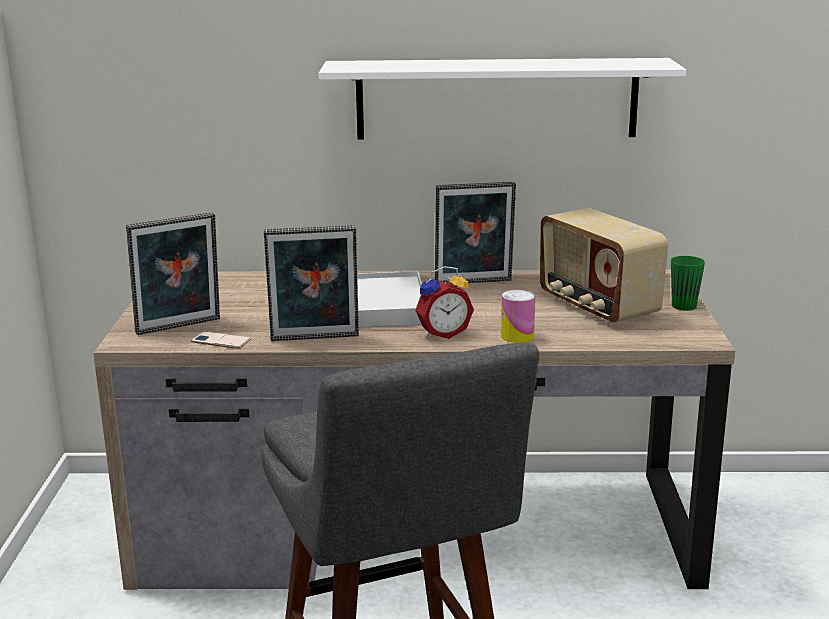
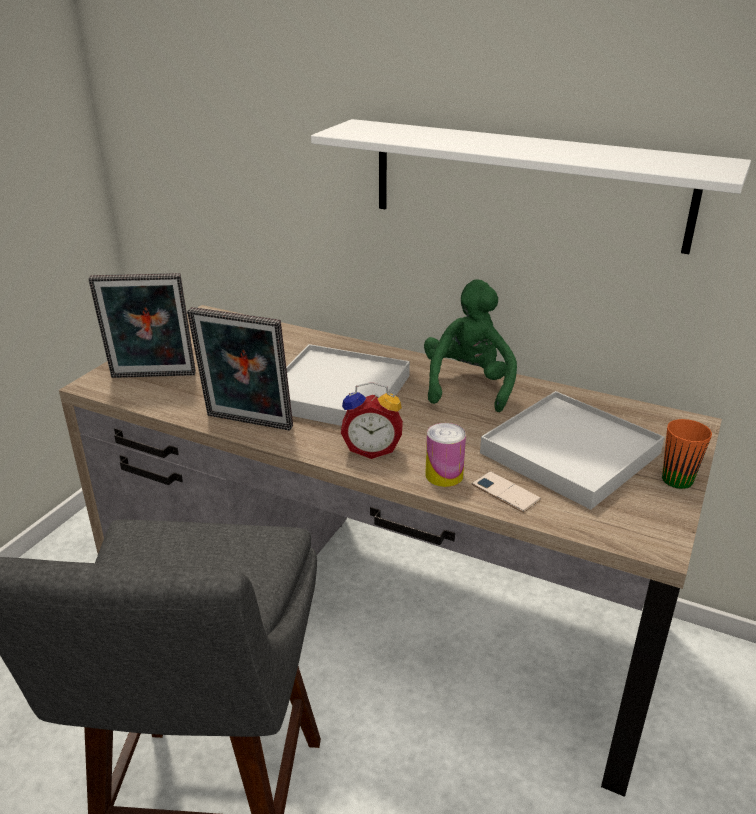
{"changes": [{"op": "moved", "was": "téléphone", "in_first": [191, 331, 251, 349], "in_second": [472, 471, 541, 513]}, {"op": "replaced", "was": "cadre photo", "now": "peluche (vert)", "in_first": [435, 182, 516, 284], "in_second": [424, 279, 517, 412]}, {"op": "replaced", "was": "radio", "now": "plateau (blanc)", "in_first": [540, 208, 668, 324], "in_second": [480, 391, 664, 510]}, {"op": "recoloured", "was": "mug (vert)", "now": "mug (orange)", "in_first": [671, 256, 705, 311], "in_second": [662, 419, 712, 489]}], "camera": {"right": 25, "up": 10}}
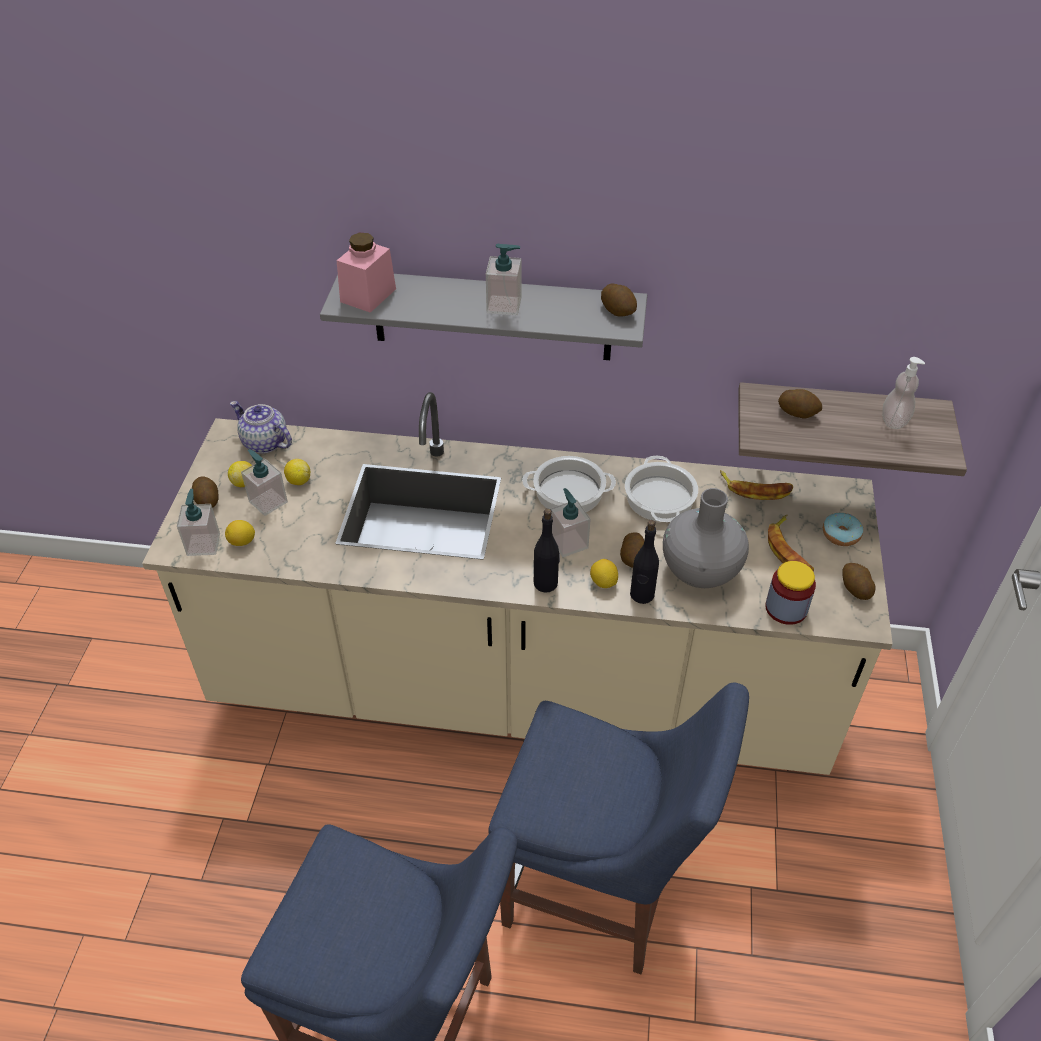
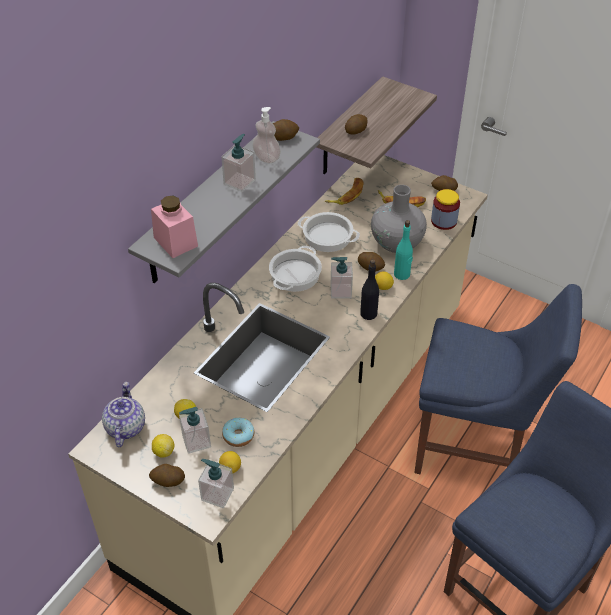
{"changes": [{"op": "turned", "was": "théière", "in_first": [230, 401, 292, 453], "in_second": [102, 382, 145, 447], "clockwise": 120}, {"op": "turned", "was": "chaise (bleu)", "in_first": [488, 683, 749, 974], "in_second": [414, 284, 582, 474], "clockwise": 60}, {"op": "recoloured", "was": "bouteille (noir)", "now": "bouteille (turquoise)", "in_first": [630, 520, 659, 604], "in_second": [394, 220, 413, 280]}, {"op": "moved", "was": "beignet", "in_first": [823, 513, 863, 546], "in_second": [222, 418, 254, 447]}, {"op": "moved", "was": "distributeur de savon", "in_first": [882, 357, 925, 429], "in_second": [252, 107, 281, 163]}], "camera": {"right": -65, "up": 0}}
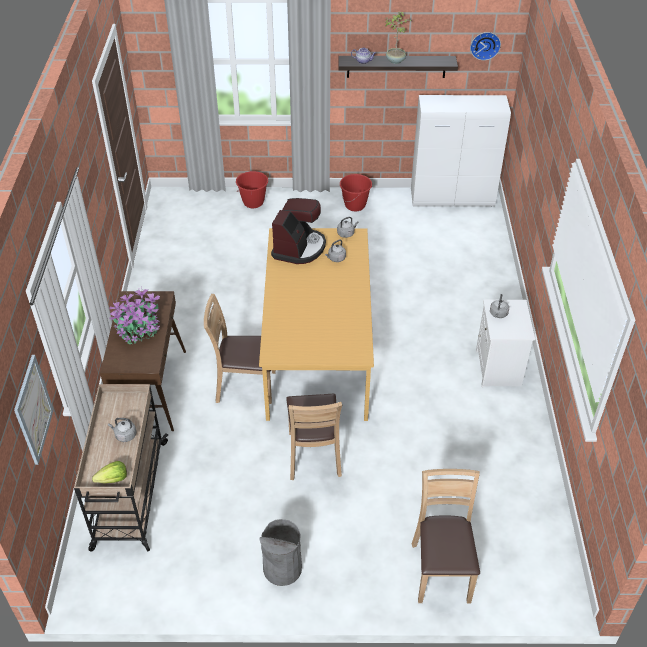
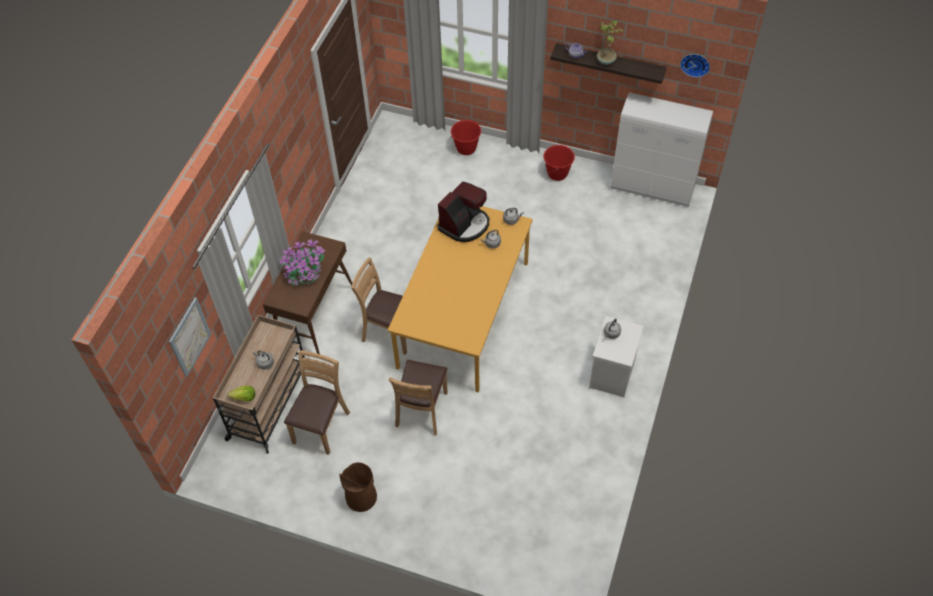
{"changes": [{"op": "recoloured", "was": "poubelle (gris)", "now": "poubelle (marron)", "in_first": [259, 519, 302, 586], "in_second": [339, 462, 377, 512]}, {"op": "moved", "was": "chaise (marron)", "in_first": [412, 469, 480, 603], "in_second": [284, 350, 350, 455]}], "camera": {"right": 20, "up": 10}}
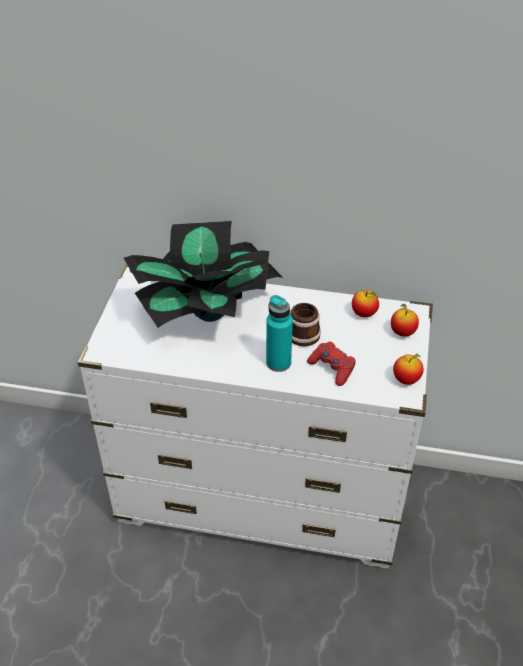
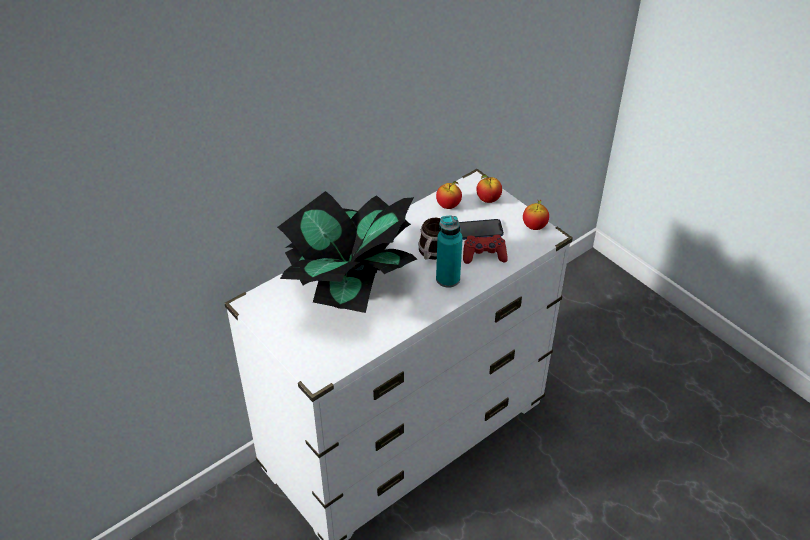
{"changes": [{"op": "added", "now": "téléphone", "in_second": [459, 219, 504, 240]}], "camera": {"right": -50, "up": 0}}
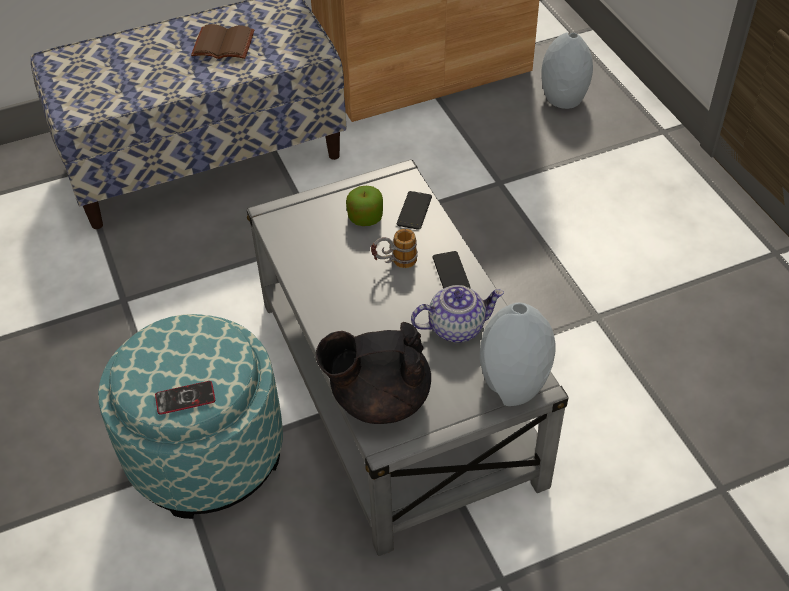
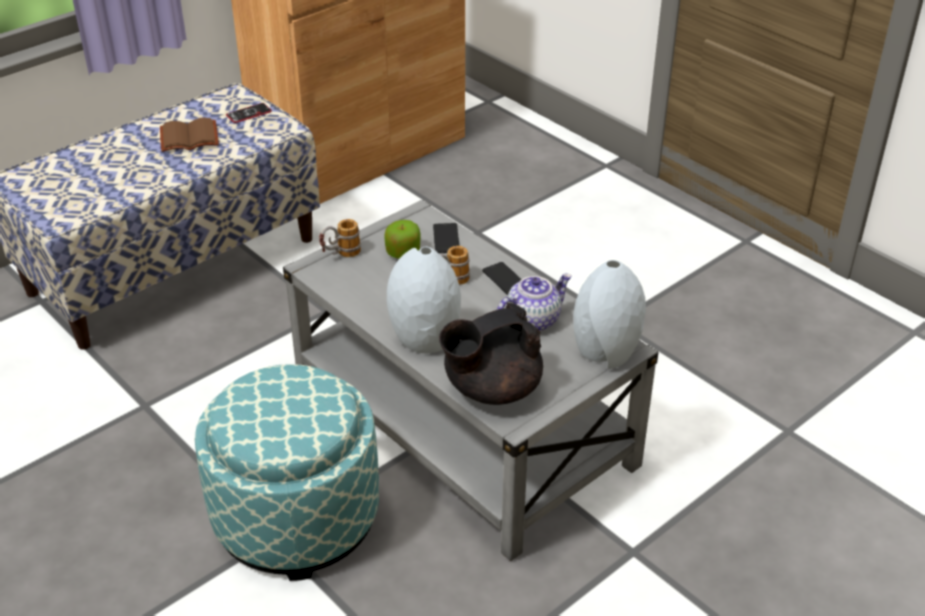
{"changes": [{"op": "moved", "was": "téléphone", "in_first": [155, 381, 215, 415], "in_second": [226, 103, 272, 123]}, {"op": "moved", "was": "vase (gris)", "in_first": [541, 32, 593, 109], "in_second": [387, 246, 461, 353]}, {"op": "added", "now": "mug", "in_second": [319, 219, 361, 257]}], "camera": {"right": -20, "up": -10}}
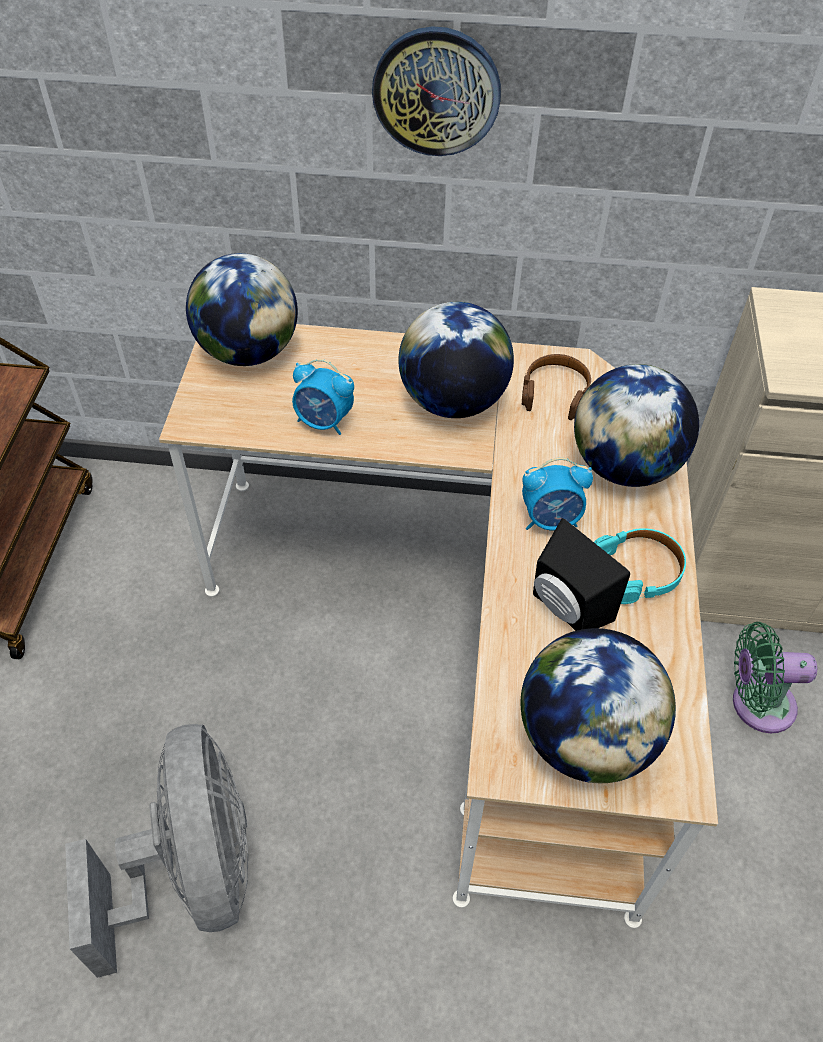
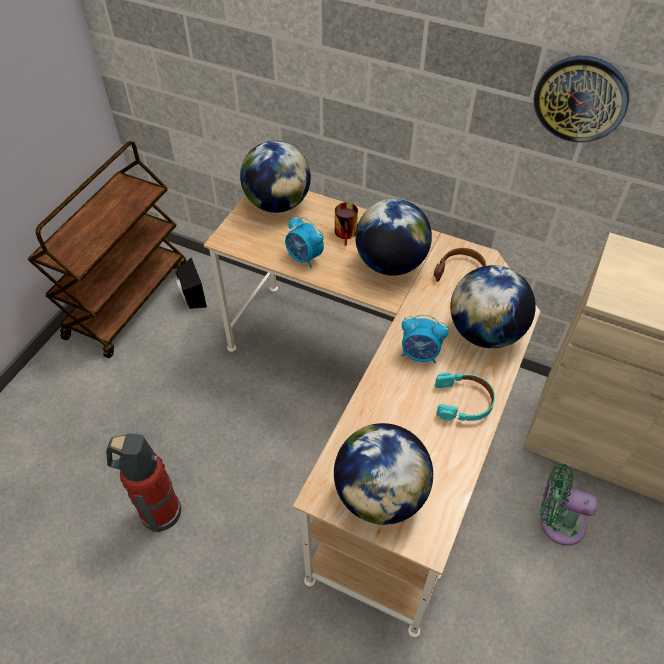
{"changes": [{"op": "replaced", "was": "ventilateur (gris)", "now": "extincteur", "in_first": [65, 724, 248, 978], "in_second": [106, 432, 181, 532]}, {"op": "moved", "was": "horloge murale", "in_first": [372, 26, 501, 156], "in_second": [534, 56, 629, 142]}, {"op": "moved", "was": "enceinte (noir)", "in_first": [533, 518, 630, 631], "in_second": [175, 258, 207, 309]}, {"op": "added", "now": "mug", "in_second": [335, 202, 358, 246]}], "camera": {"right": 20, "up": 0}}
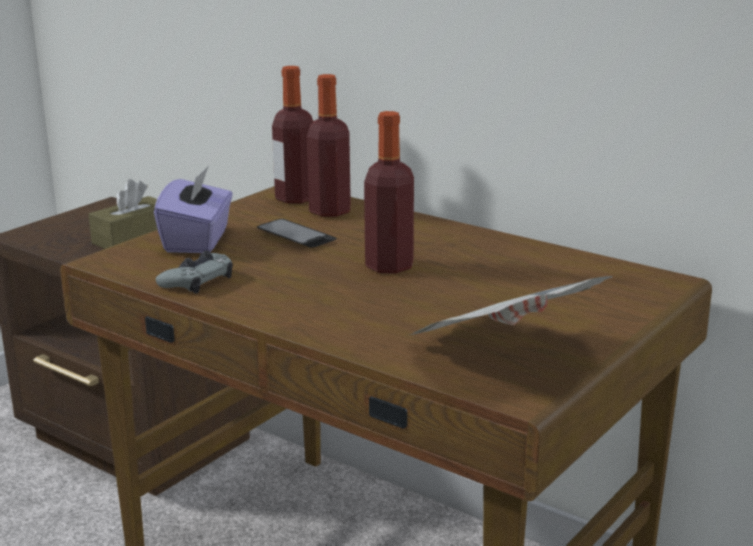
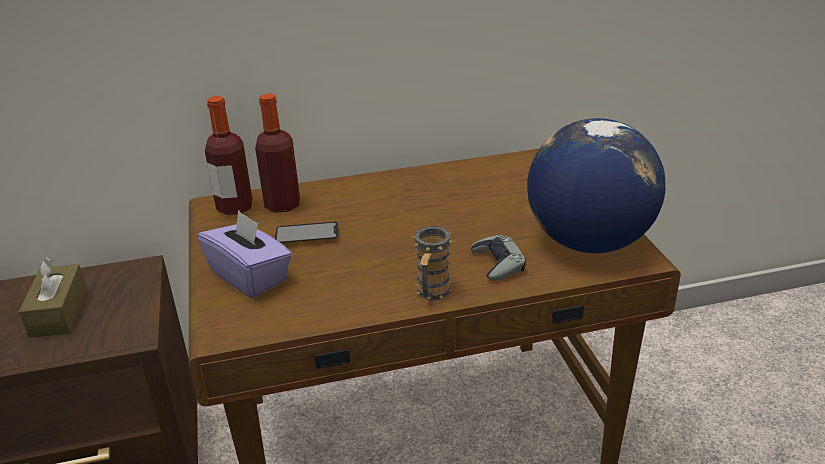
{"changes": [{"op": "moved", "was": "manette (gris)", "in_first": [156, 250, 233, 293], "in_second": [471, 235, 526, 281]}, {"op": "removed", "was": "bouteille", "in_first": [364, 111, 414, 274]}, {"op": "replaced", "was": "journal", "now": "globe", "in_first": [406, 276, 612, 336], "in_second": [527, 118, 665, 253]}, {"op": "added", "now": "mug", "in_second": [412, 226, 454, 300]}], "camera": {"right": -50, "up": 10}}
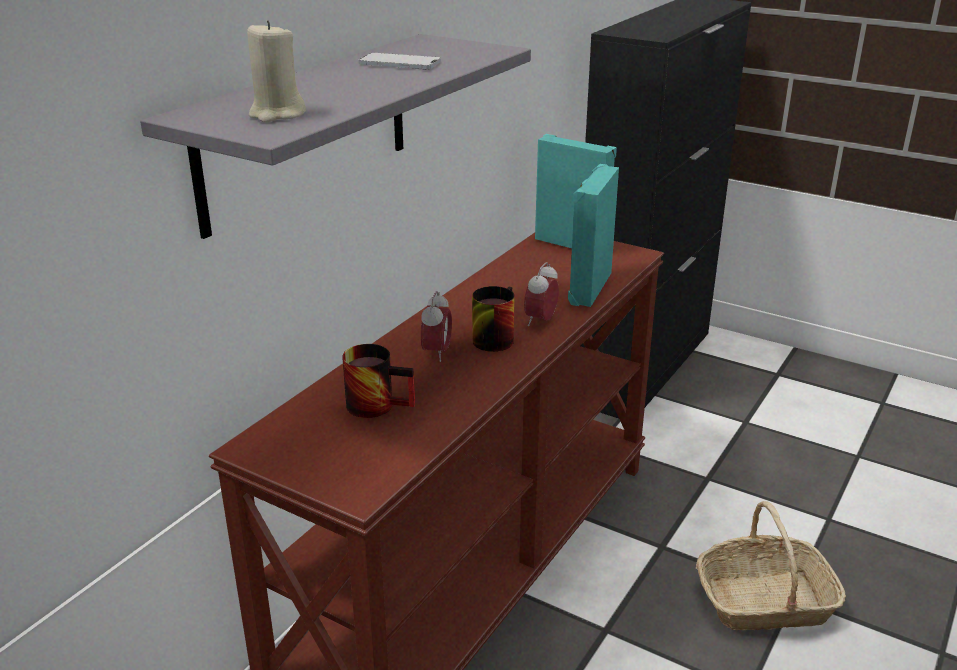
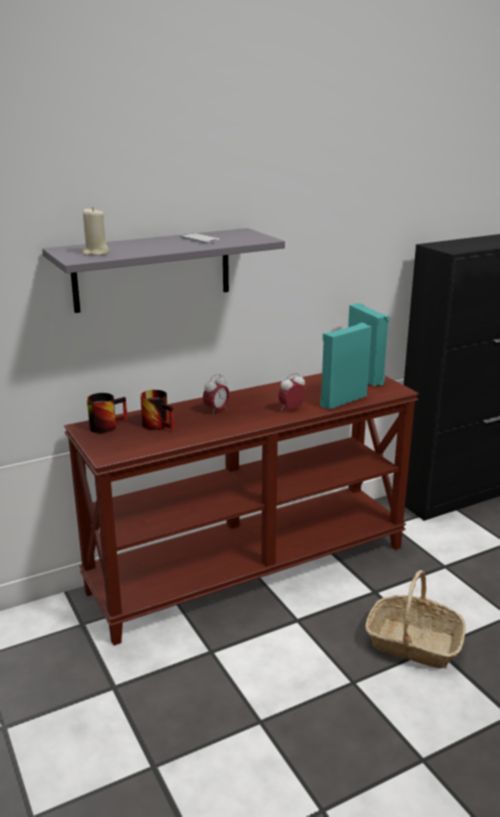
{"changes": [{"op": "moved", "was": "mug", "in_first": [472, 286, 515, 352], "in_second": [87, 393, 128, 433]}], "camera": {"right": 30, "up": -5}}
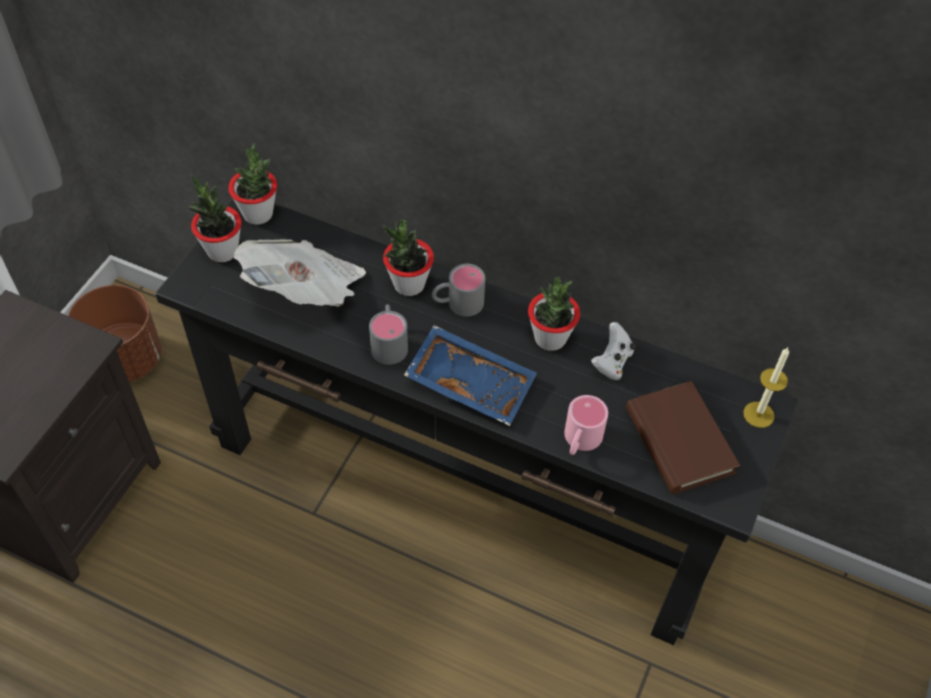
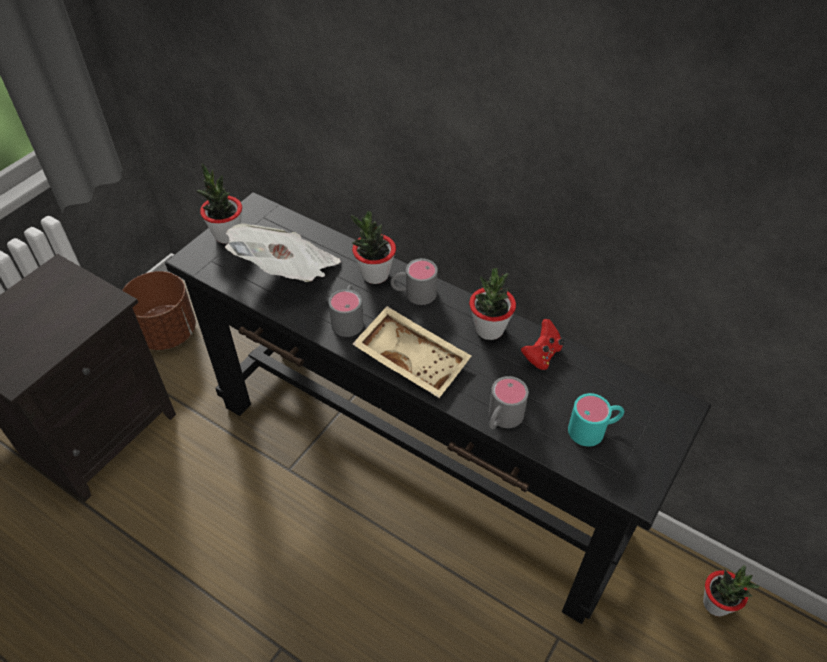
{"changes": [{"op": "moved", "was": "plante en pot", "in_first": [228, 143, 277, 225], "in_second": [703, 565, 760, 616]}, {"op": "recoloured", "was": "plateau (bleu)", "now": "plateau (beige)", "in_first": [404, 325, 537, 426], "in_second": [353, 306, 471, 398]}, {"op": "recoloured", "was": "mug (rose)", "now": "mug (gris)", "in_first": [564, 395, 608, 455], "in_second": [489, 376, 528, 429]}, {"op": "recoloured", "was": "manette (blanc)", "now": "manette (rouge)", "in_first": [591, 322, 636, 380], "in_second": [521, 319, 564, 370]}, {"op": "replaced", "was": "livre (marron)", "now": "mug (turquoise)", "in_first": [626, 381, 740, 494], "in_second": [568, 393, 624, 446]}, {"op": "removed", "was": "bougie", "in_first": [743, 347, 789, 428]}], "camera": {"right": 10, "up": -5}}
